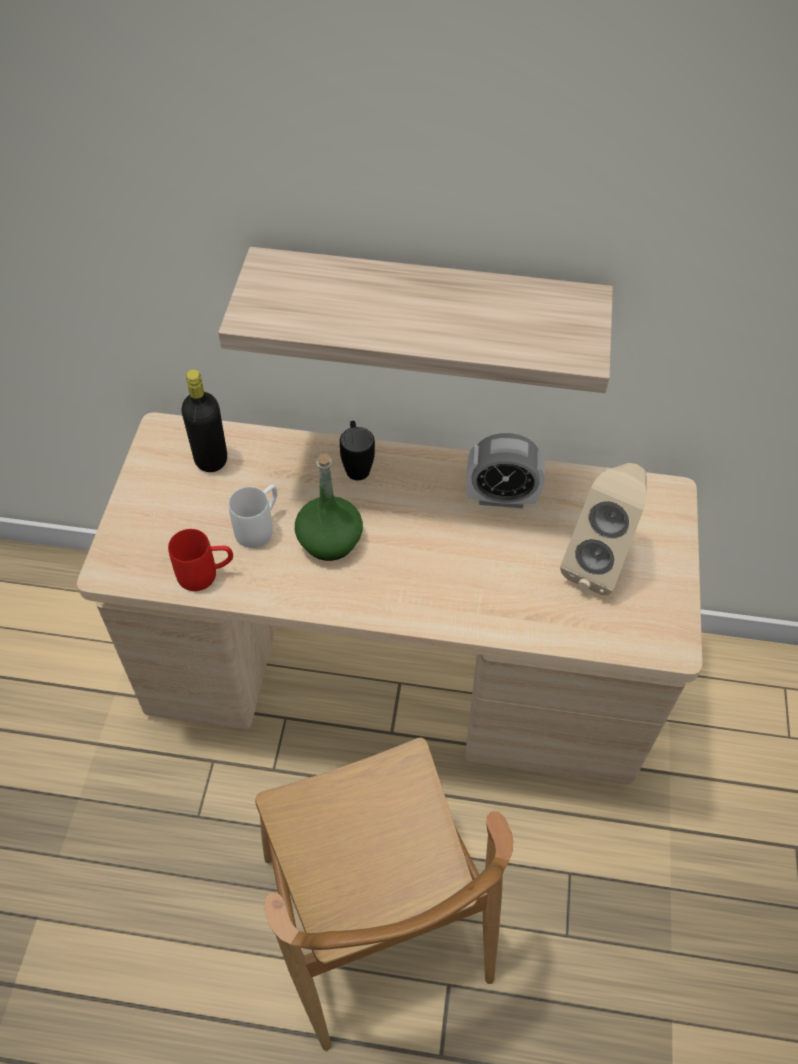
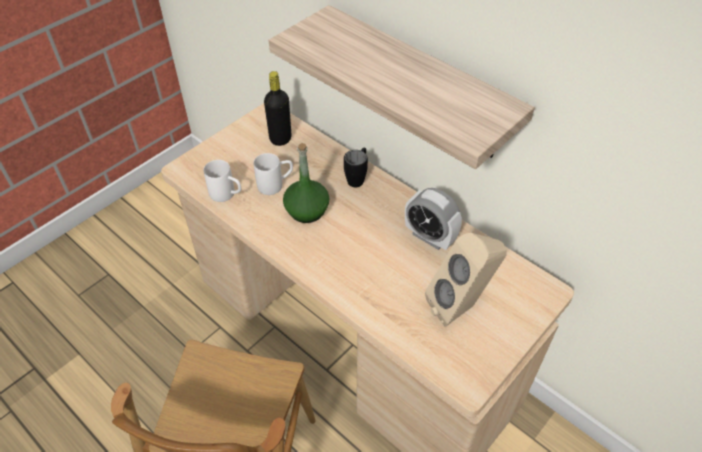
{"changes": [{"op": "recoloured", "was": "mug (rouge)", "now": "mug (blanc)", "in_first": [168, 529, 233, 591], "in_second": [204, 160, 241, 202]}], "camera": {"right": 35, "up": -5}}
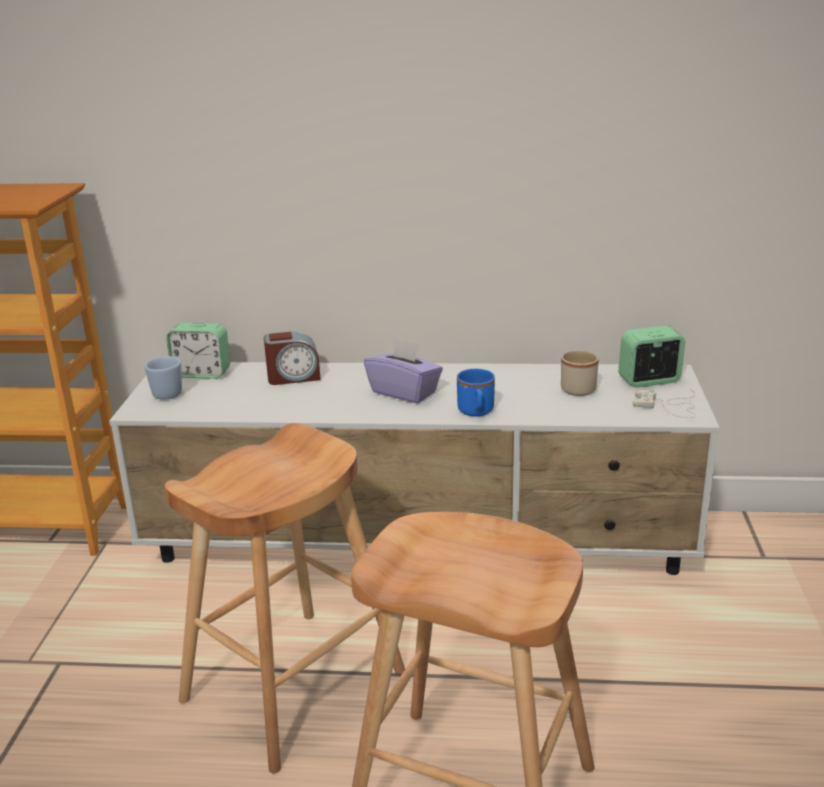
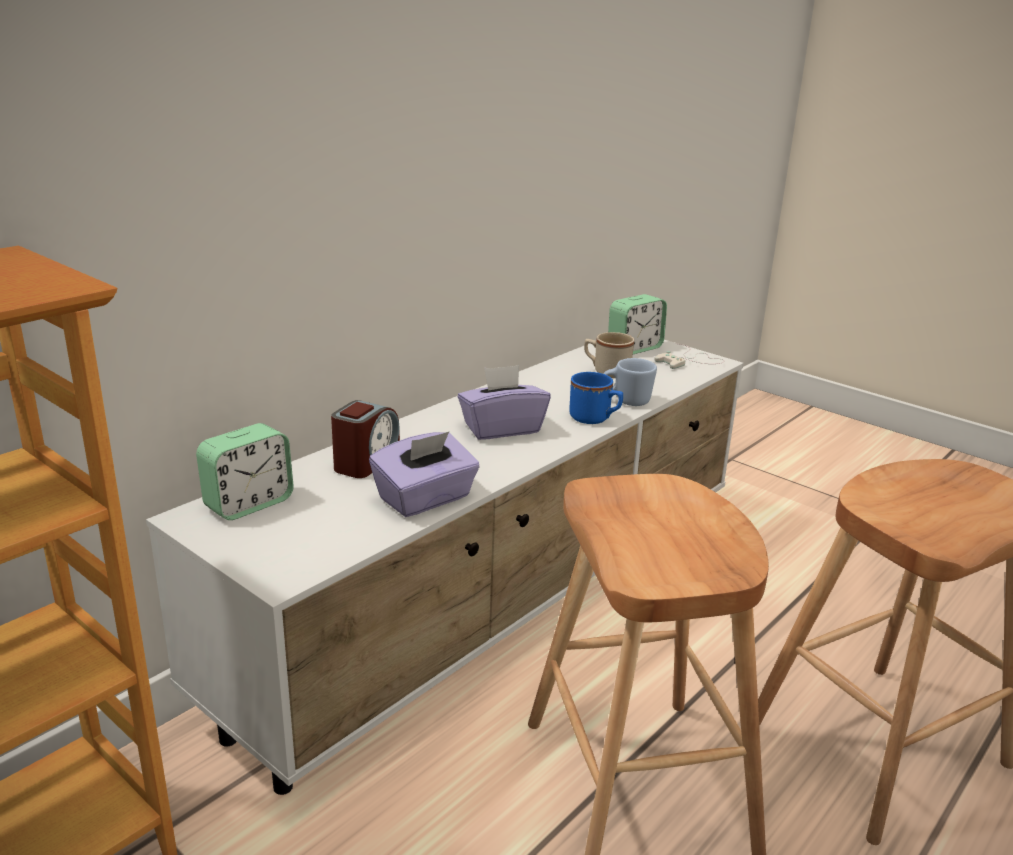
{"changes": [{"op": "moved", "was": "mug (bleu)", "in_first": [145, 356, 182, 400], "in_second": [603, 358, 657, 406]}, {"op": "turned", "was": "réveil", "in_first": [618, 326, 685, 387], "in_second": [608, 294, 667, 354], "clockwise": -150}, {"op": "added", "now": "boîte à mouchoirs (violet)", "in_second": [369, 432, 480, 517]}], "camera": {"right": -55, "up": 0}}
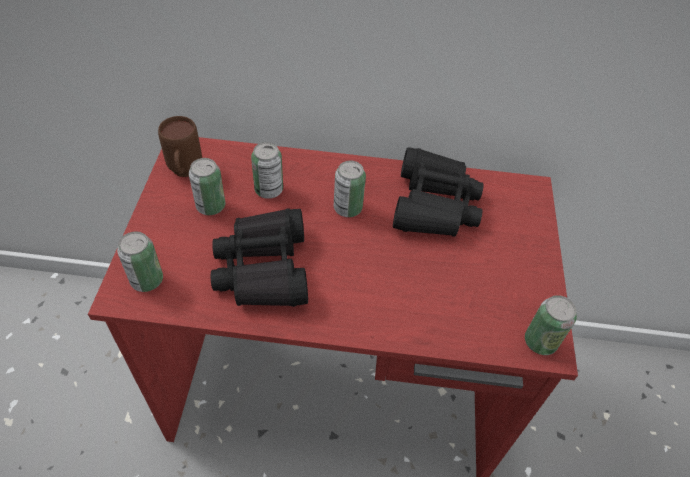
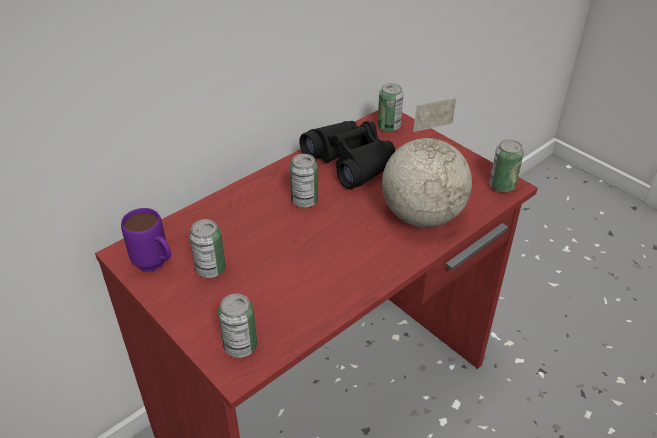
{"changes": [{"op": "recoloured", "was": "mug (marron)", "now": "mug (violet)", "in_first": [158, 116, 202, 177], "in_second": [121, 208, 171, 272]}, {"op": "removed", "was": "jumelles (noir)", "in_first": [211, 208, 308, 307]}, {"op": "moved", "was": "boîte métallique", "in_first": [251, 142, 283, 199], "in_second": [377, 83, 403, 132]}, {"op": "added", "now": "globe", "in_second": [382, 98, 472, 227]}], "camera": {"right": -45, "up": -10}}
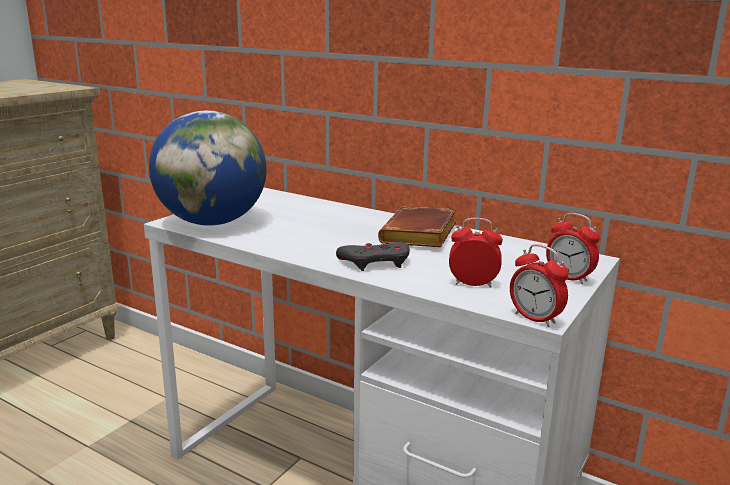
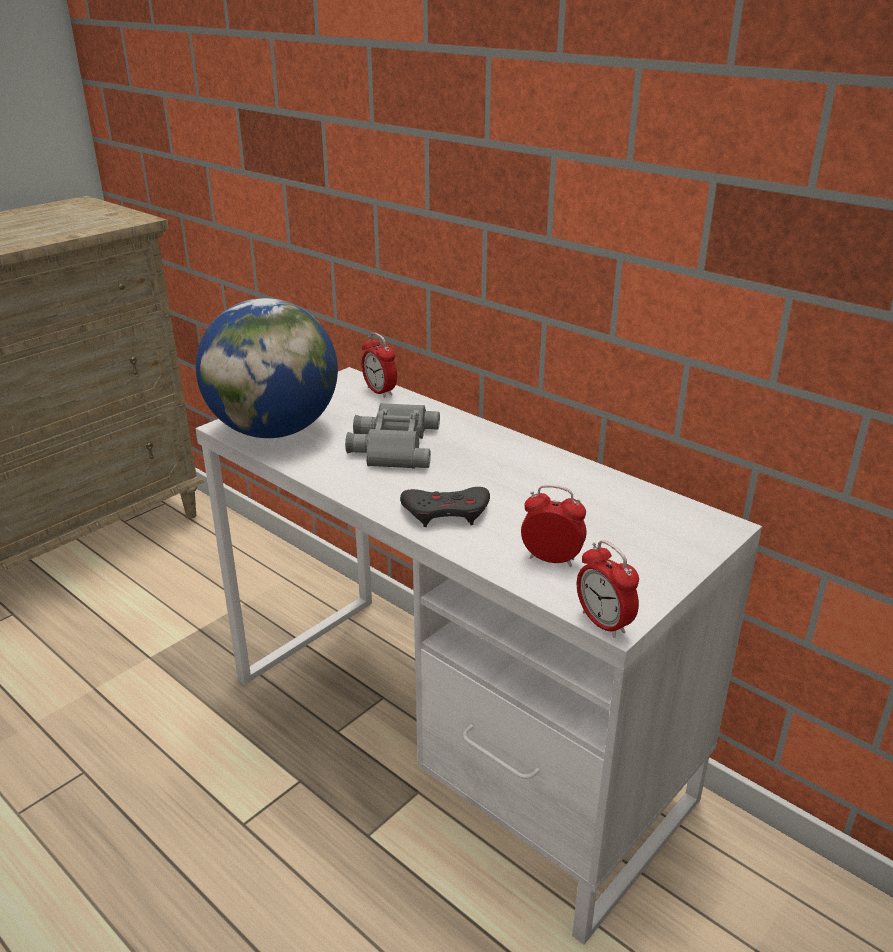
{"changes": [{"op": "removed", "was": "livre (marron)", "in_first": [378, 207, 456, 247]}, {"op": "moved", "was": "réveil", "in_first": [546, 213, 600, 284], "in_second": [362, 332, 397, 398]}, {"op": "added", "now": "jumelles (gris)", "in_second": [345, 403, 440, 469]}], "camera": {"right": 10, "up": 10}}
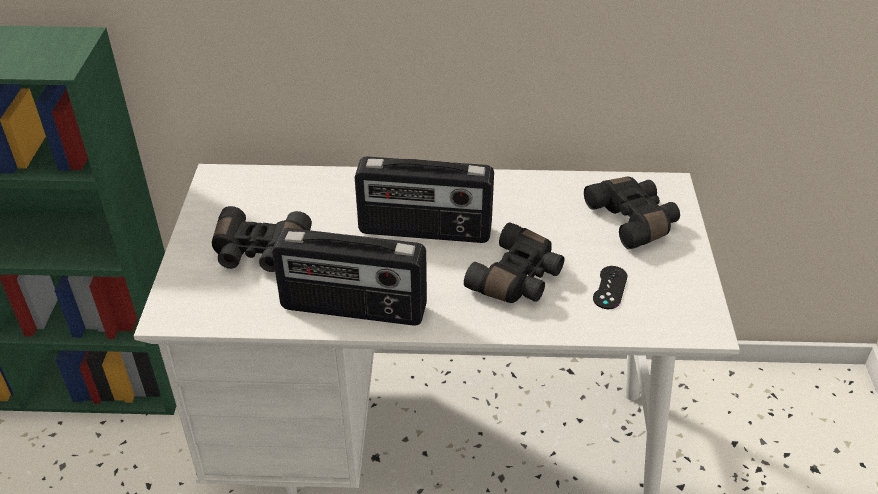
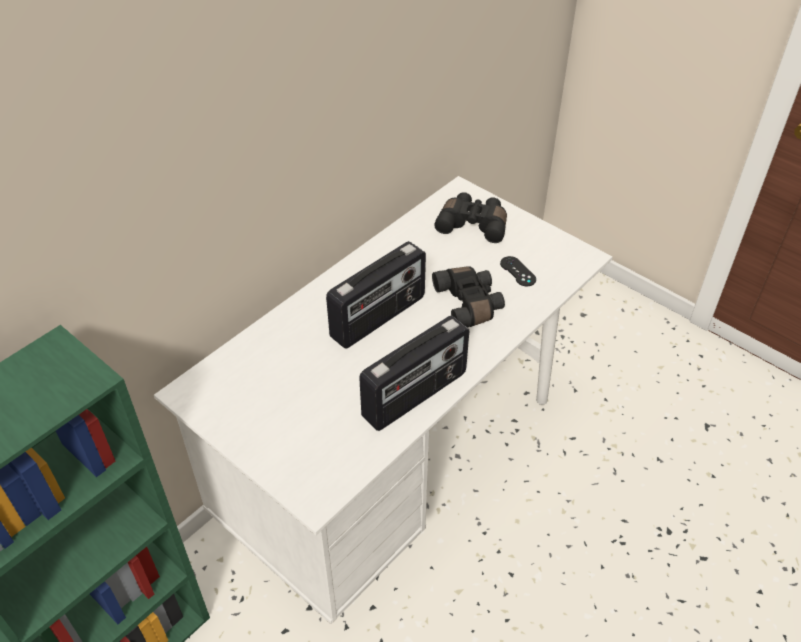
{"changes": [{"op": "removed", "was": "jumelles (noir)", "in_first": [212, 206, 312, 272]}], "camera": {"right": -50, "up": 5}}
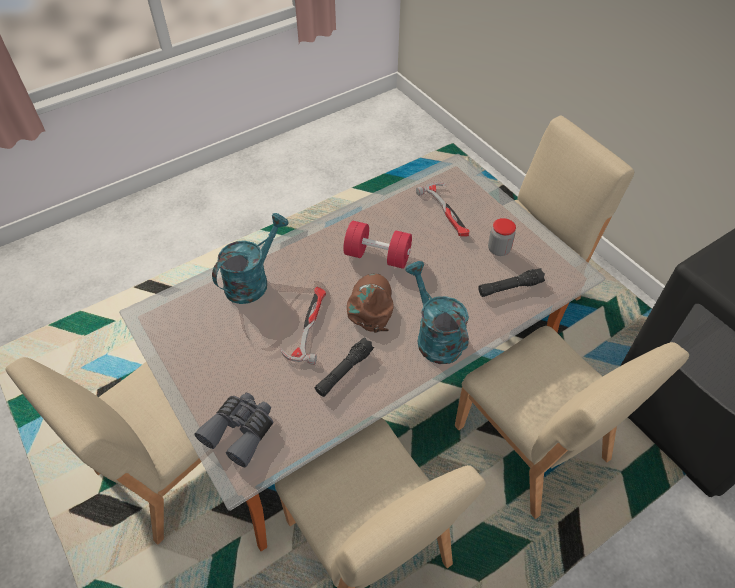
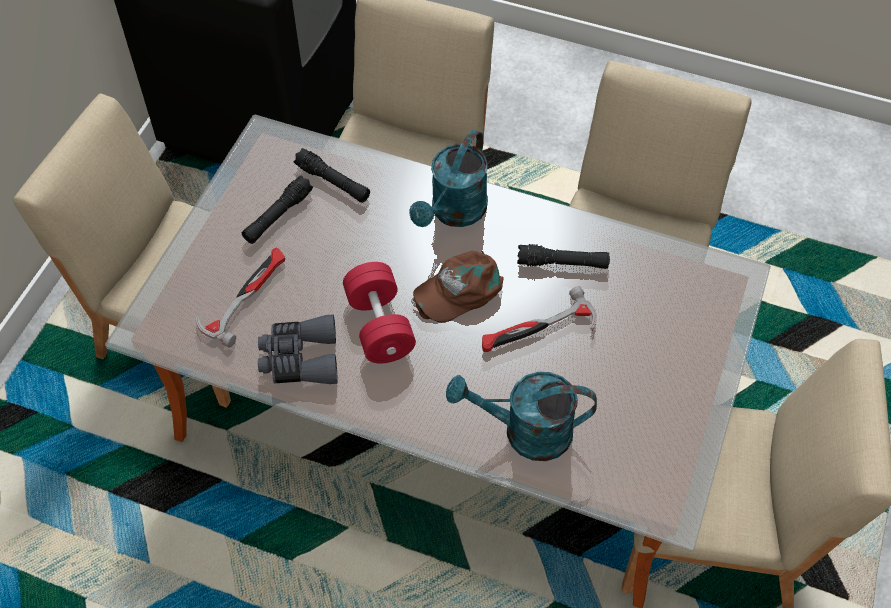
{"changes": [{"op": "moved", "was": "jumelles (gris)", "in_first": [195, 392, 273, 467], "in_second": [258, 314, 338, 384]}, {"op": "replaced", "was": "bocal", "now": "lampe de poche (noir)", "in_first": [488, 218, 516, 256], "in_second": [242, 175, 313, 244]}], "camera": {"right": -125, "up": 5}}
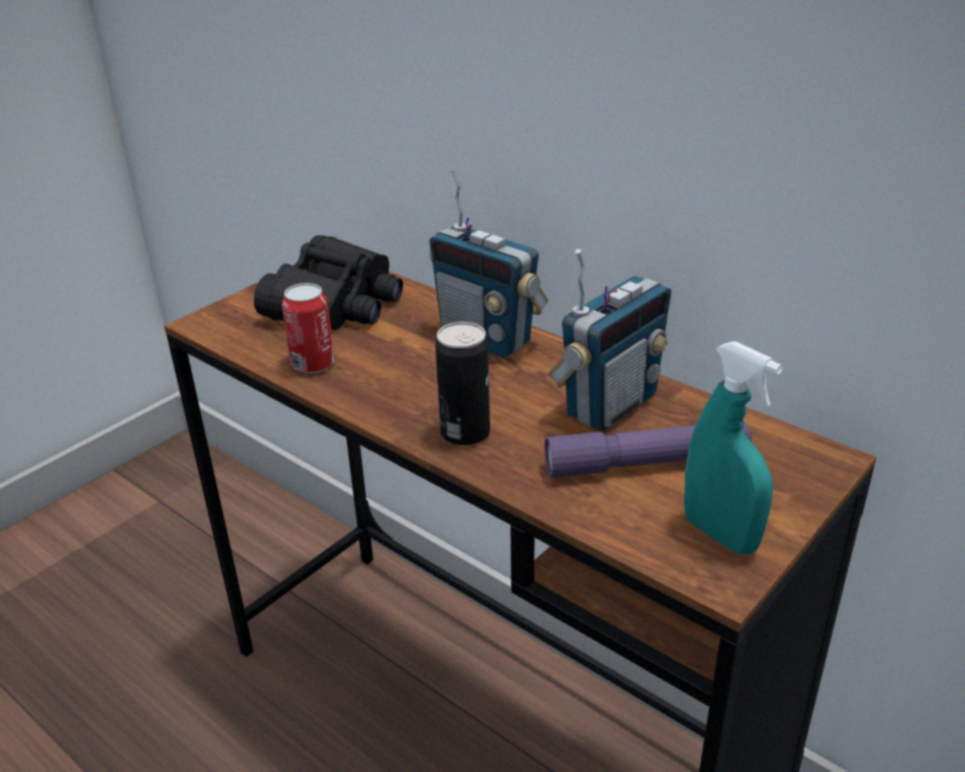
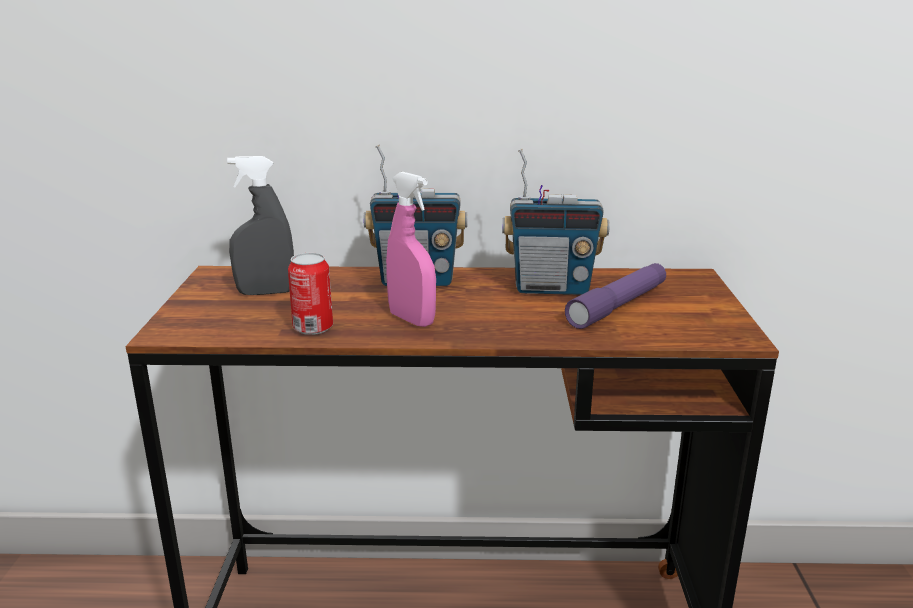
{"changes": [{"op": "replaced", "was": "jumelles (noir)", "now": "vaporisateur (gris)", "in_first": [254, 235, 403, 330], "in_second": [227, 156, 294, 295]}, {"op": "removed", "was": "boîte métallique", "in_first": [435, 322, 490, 446]}, {"op": "turned", "was": "radio", "in_first": [548, 249, 671, 431], "in_second": [502, 149, 610, 295], "clockwise": 90}, {"op": "removed", "was": "vaporisateur (turquoise)", "in_first": [684, 341, 783, 554]}, {"op": "added", "now": "vaporisateur (rose)", "in_second": [386, 172, 436, 327]}], "camera": {"right": -40, "up": -10}}
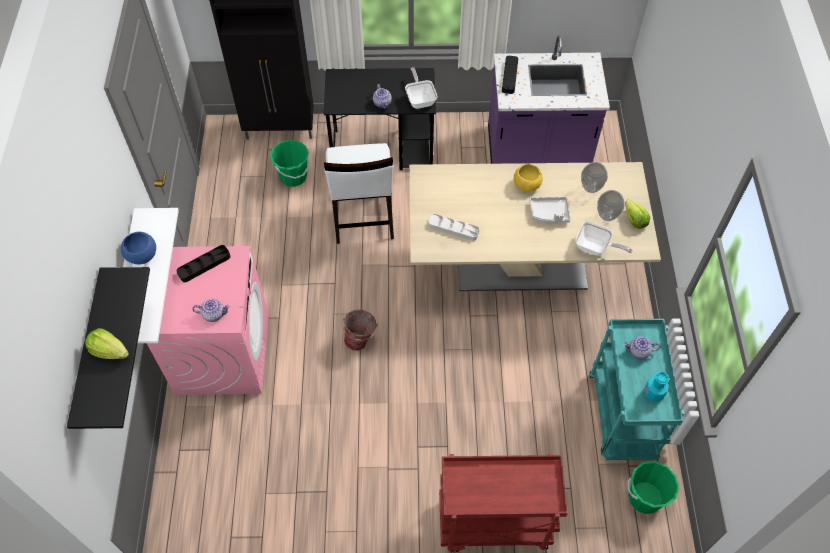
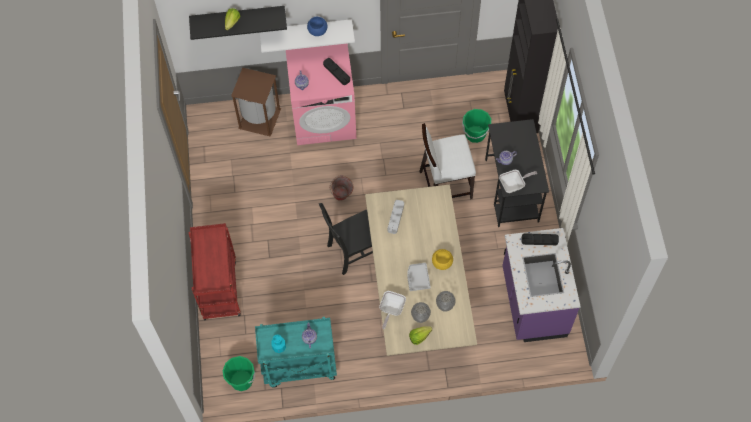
{"changes": [{"op": "added", "now": "poubelle (marron)", "in_second": [231, 68, 281, 137]}, {"op": "added", "now": "chaise (noir)", "in_second": [319, 203, 373, 275]}], "camera": {"right": 85, "up": 5}}
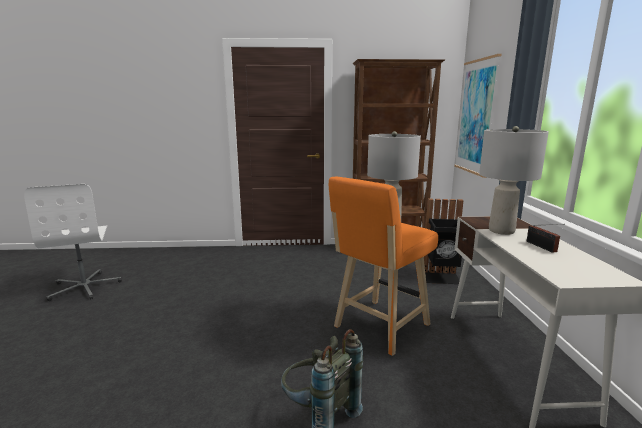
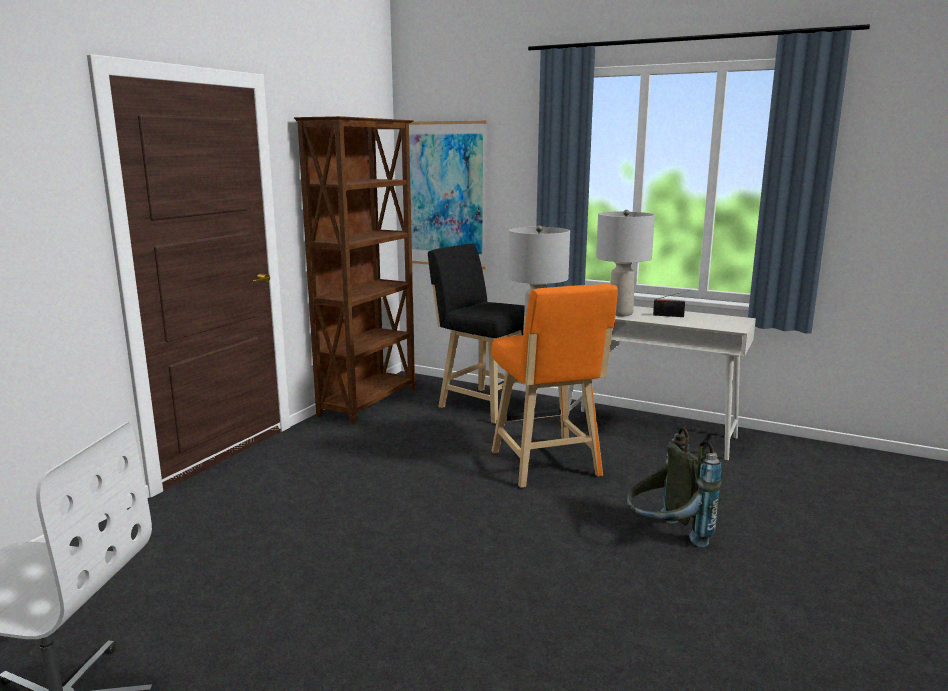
{"changes": [{"op": "replaced", "was": "poubelle (noir)", "now": "tabouret (noir)", "in_first": [424, 199, 464, 284], "in_second": [428, 244, 536, 424]}], "camera": {"right": -60, "up": 0}}
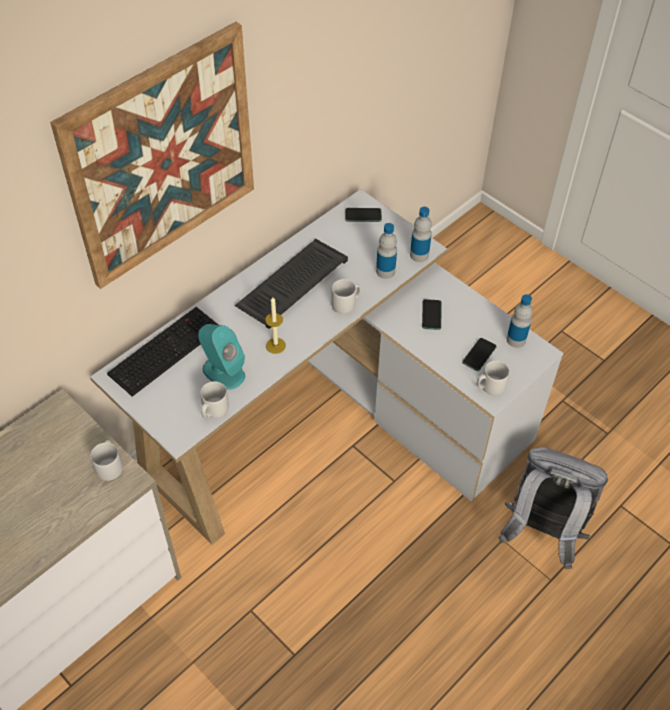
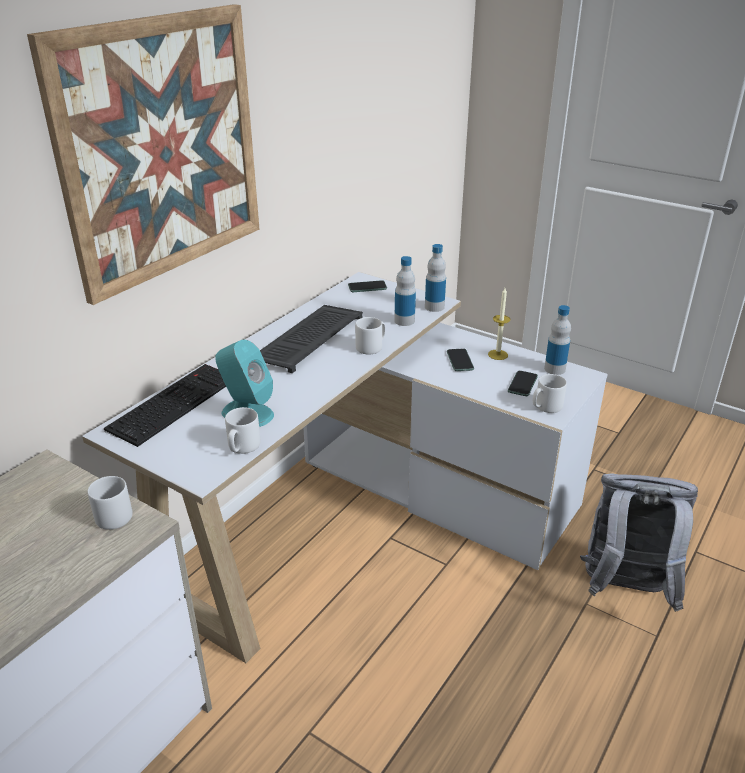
{"changes": [{"op": "moved", "was": "bougie", "in_first": [265, 297, 286, 354], "in_second": [488, 288, 510, 360]}], "camera": {"right": -10, "up": -20}}
